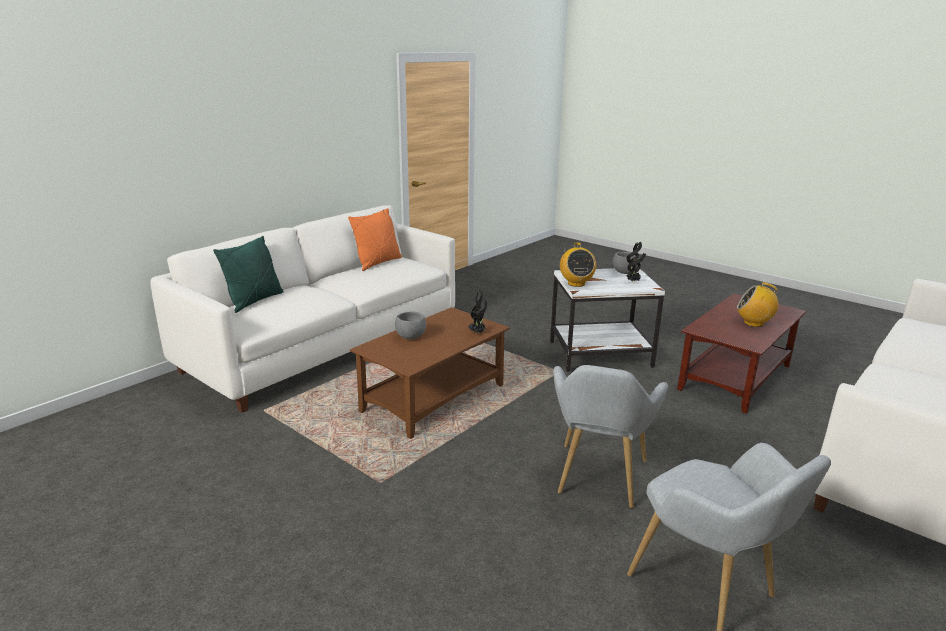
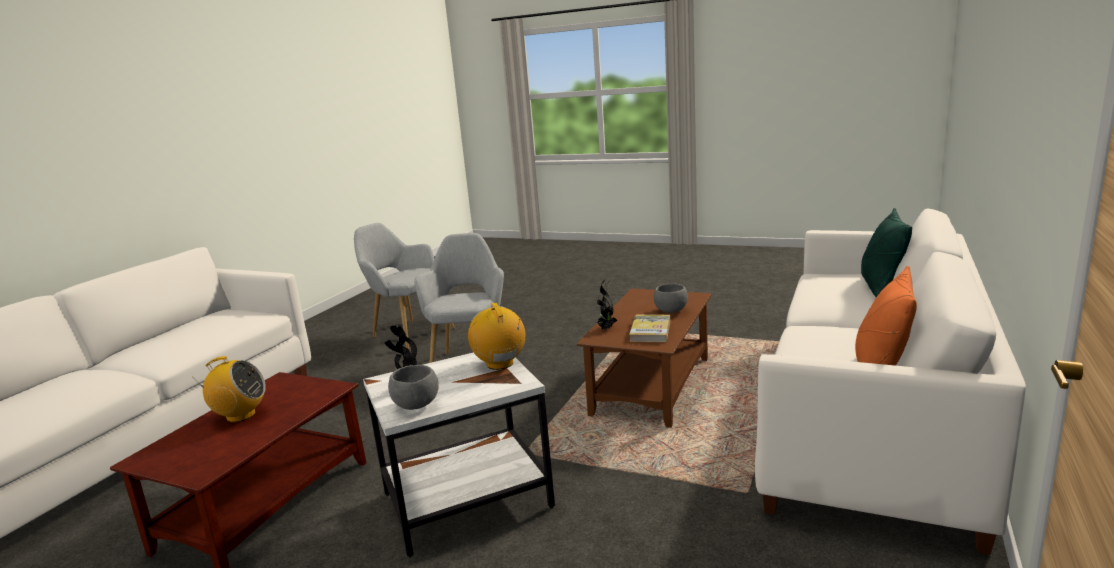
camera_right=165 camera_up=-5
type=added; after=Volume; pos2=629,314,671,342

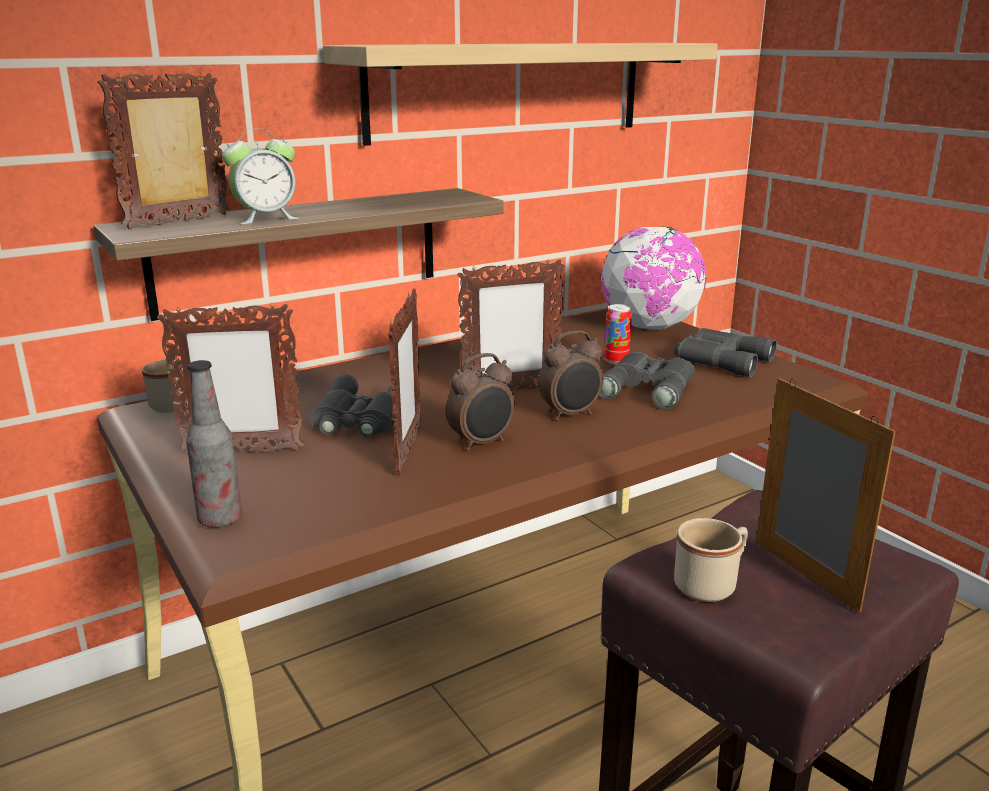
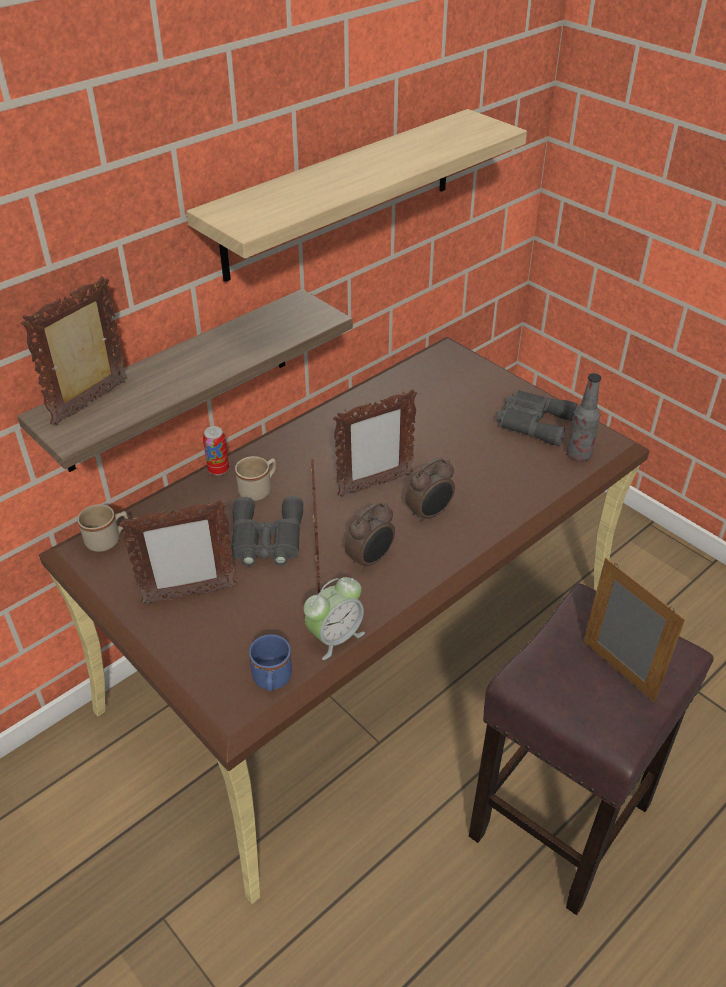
camera_right=-10 camera_up=20
type=moved; before=SealedCan; pos1=604,304,632,364; pos2=203,426,229,475
type=moved; before=BeigeCoffeeMug; pos1=674,518,748,602; pos2=235,456,276,501
type=added; after=BlueColouredCoffeeMug; pos2=249,634,292,691
type=moved; before=BedsideClock; pos1=222,128,299,224; pos2=304,577,365,660
type=moved; before=DrinkBottle; pos1=186,360,242,528; pos2=567,373,601,462
type=removed; before=GreyishPairOfBinoculars; pos1=599,352,695,410
type=removed; before=Globe; pos1=601,227,707,330

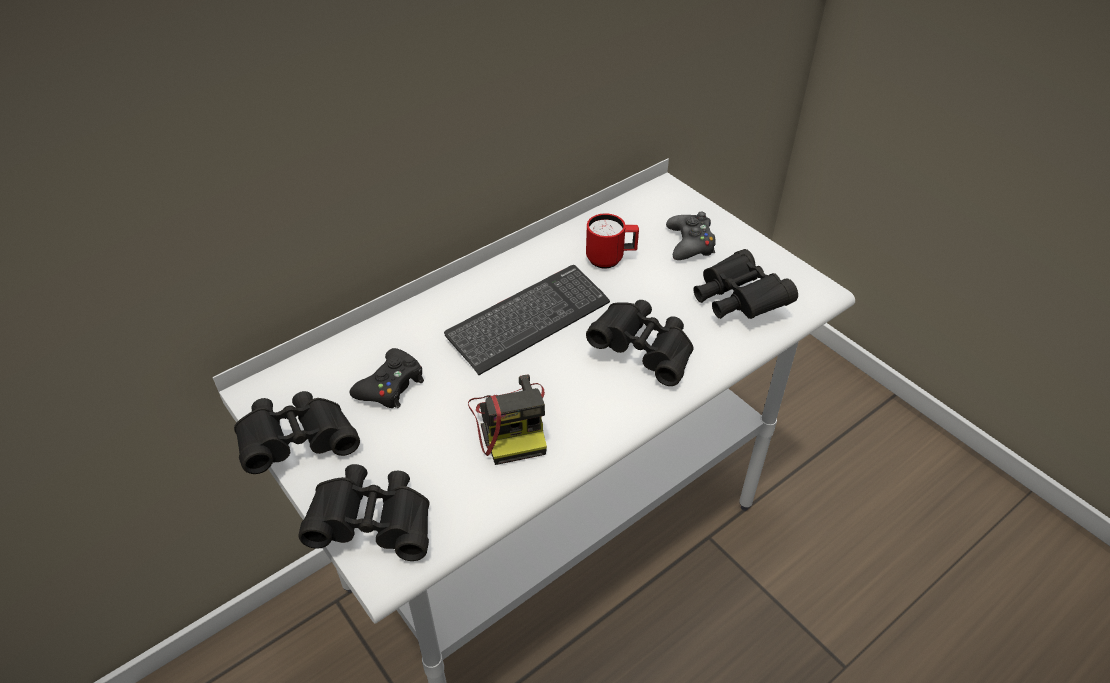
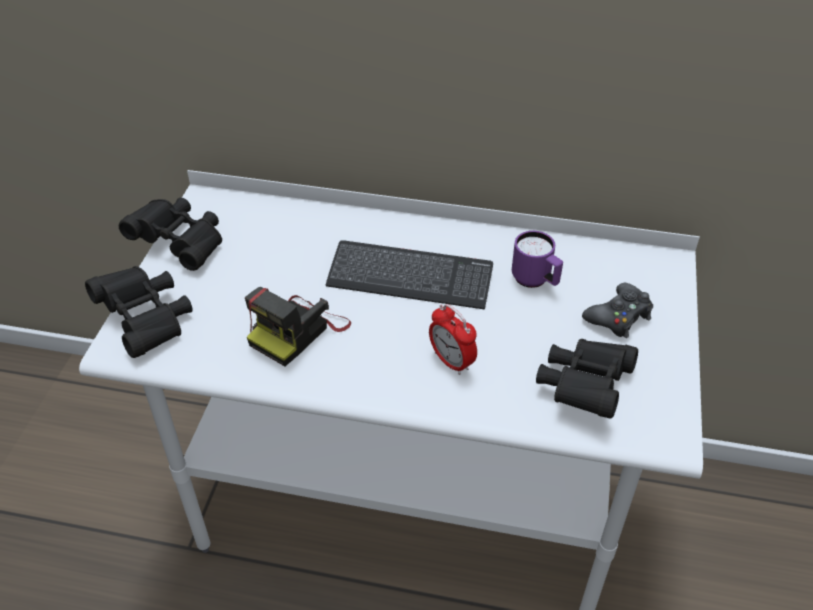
camera_right=50 camera_up=0
type=replaced; before=BlackPairOfBinoculars; after=BedsideClock; pos1=586,300,694,386; pos2=429,304,477,375
type=recoloured; before=ReddishCoffeeMug; after=PurpleCoffeeMug; pos1=586,213,639,269; pos2=512,231,563,288
type=removed; before=BlackJoypad; pos1=350,348,424,408

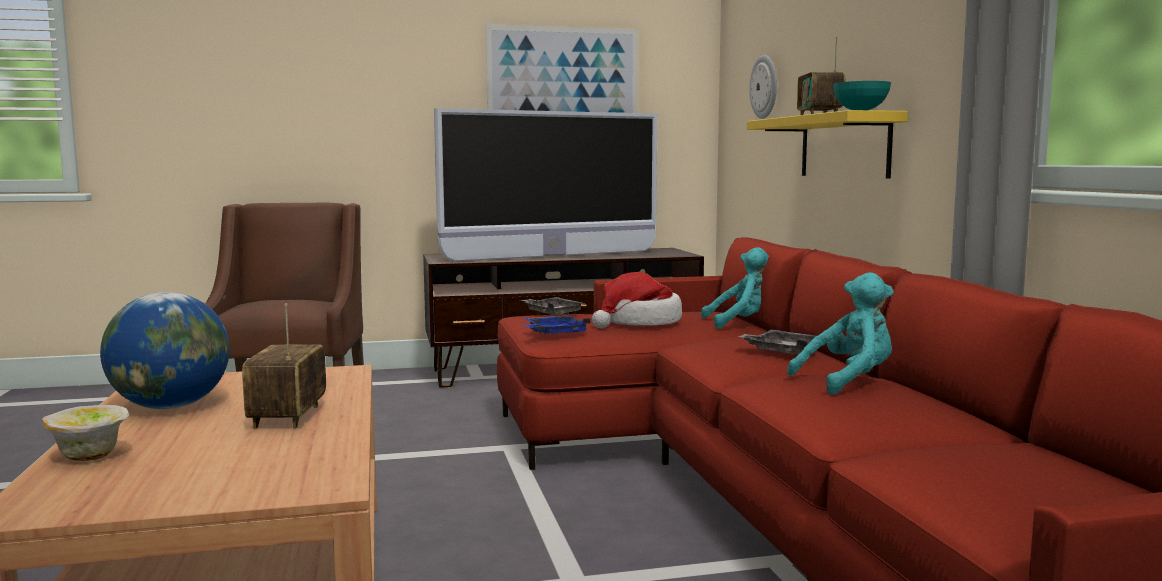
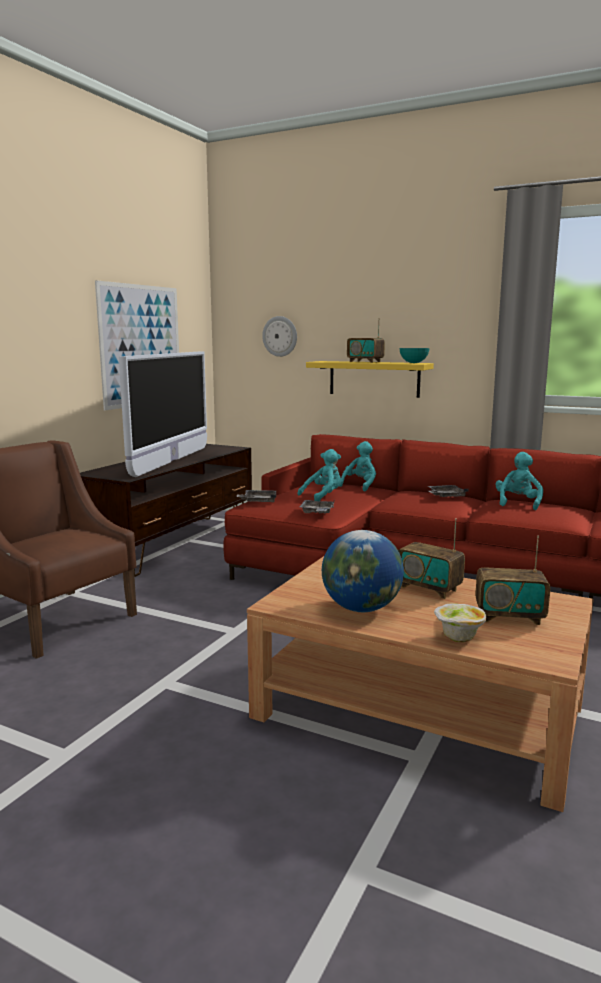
camera_right=-50 camera_up=5
type=replaced; before=ClothingHat; after=TurquoisePlushToy; pos1=592,272,682,328; pos2=298,449,341,501
type=recoloured; before=BlueColouredTray; after=GreyishTray; pos1=523,315,591,334; pos2=299,499,335,514
type=added; after=RadioSet; pos2=475,536,550,625

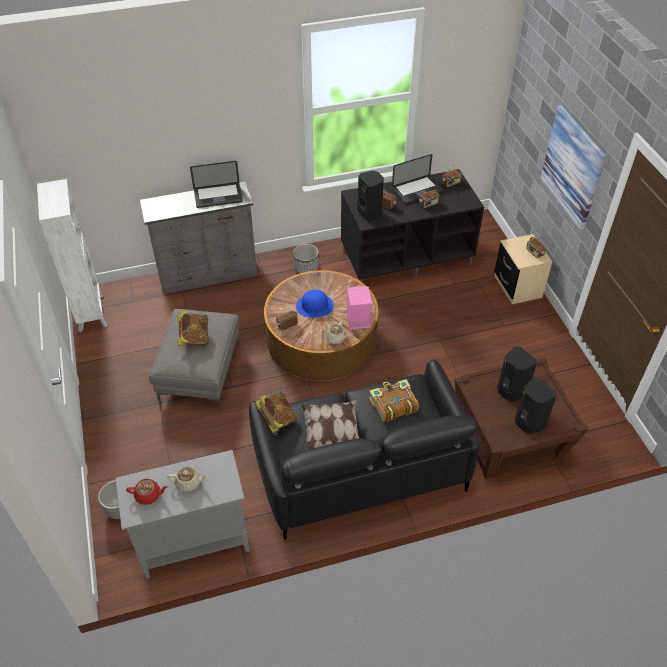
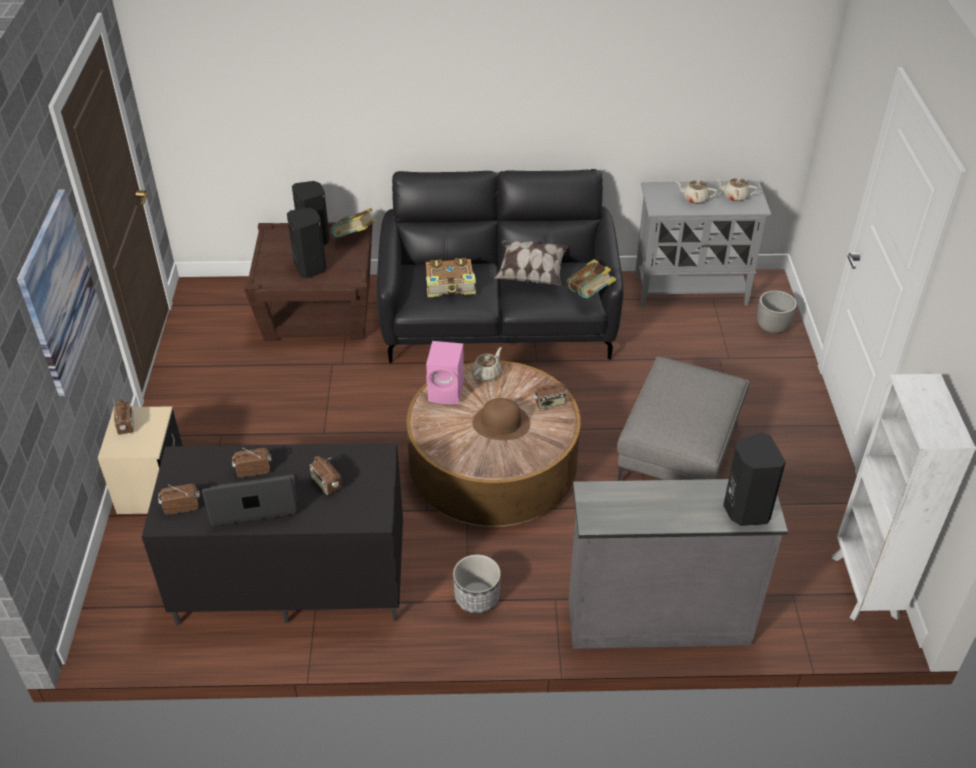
camera_right=-165 camera_up=-5
type=moved; before=Volume; pos1=178,311,209,346; pos2=331,208,376,238
type=recoloured; before=BlueColouredClothingHat; after=BrownColouredClothingHat; pos1=296,290,334,318; pos2=472,398,530,440
type=recoloured; before=ReddishPotForTea; after=BeigePotForTea; pos1=126,479,168,505; pos2=716,178,758,202
type=moved; before=BlackSpeaker; pos1=357,171,384,221; pos2=723,433,786,526
type=removed; before=PortableComputer; pos1=190,161,243,208

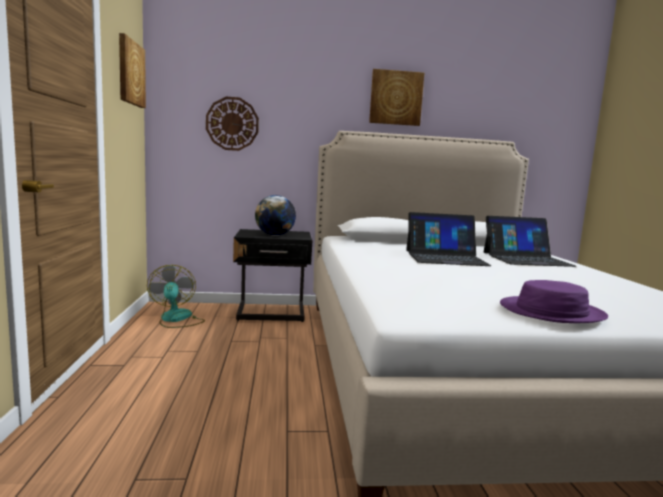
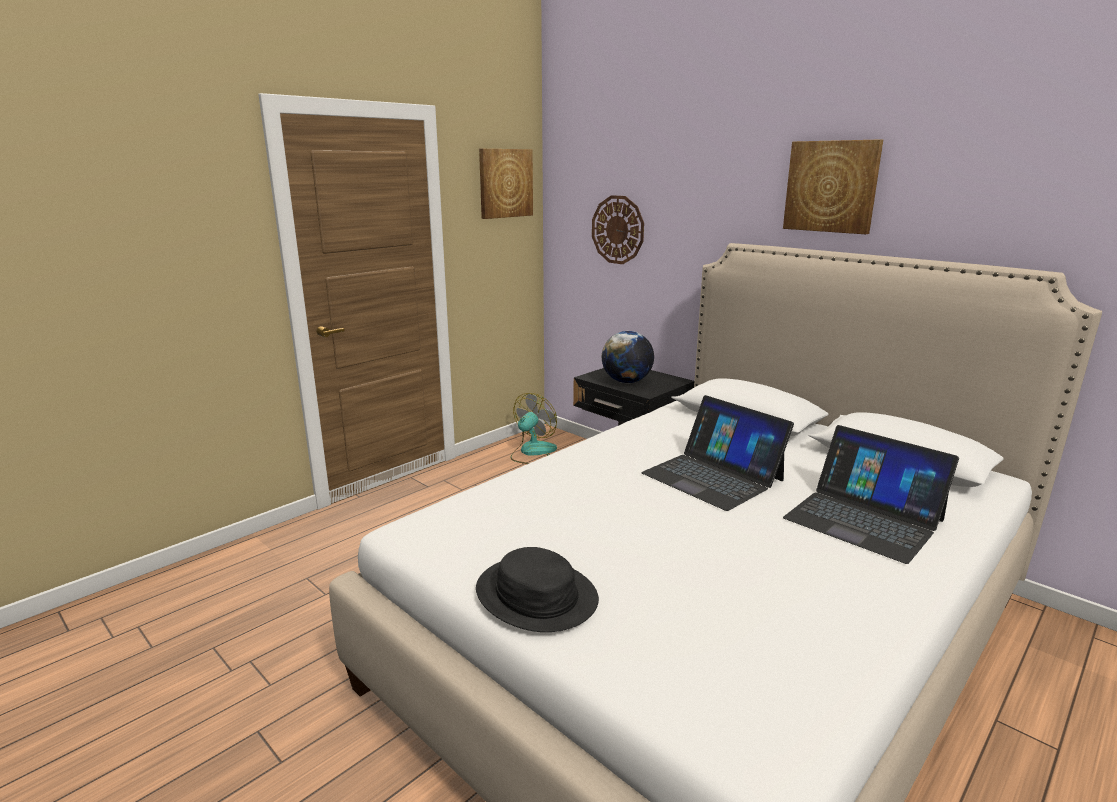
camera_right=50 camera_up=10
type=recoloured; before=PurpleClothingHat; after=BlackClothingHat; pos1=500,280,608,323; pos2=476,547,599,632

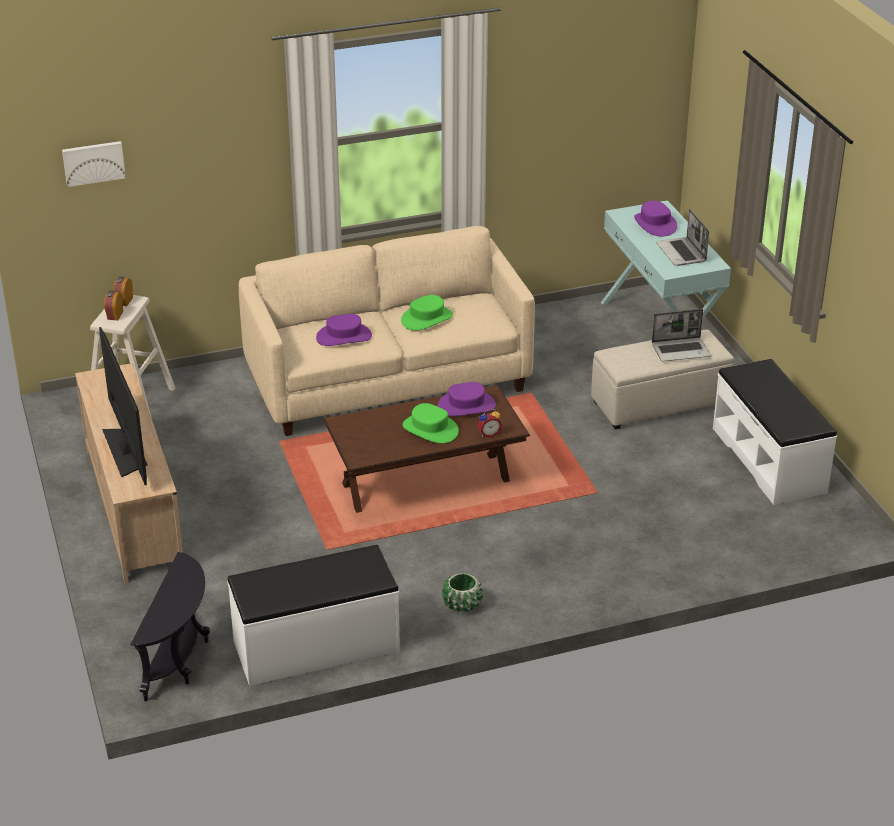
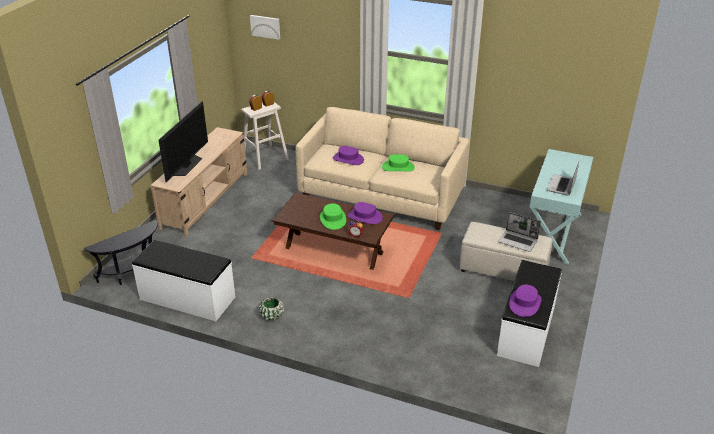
camera_right=40 camera_up=0
type=moved; before=PurpleClothingHat; pos1=634,201,677,237; pos2=509,284,542,317

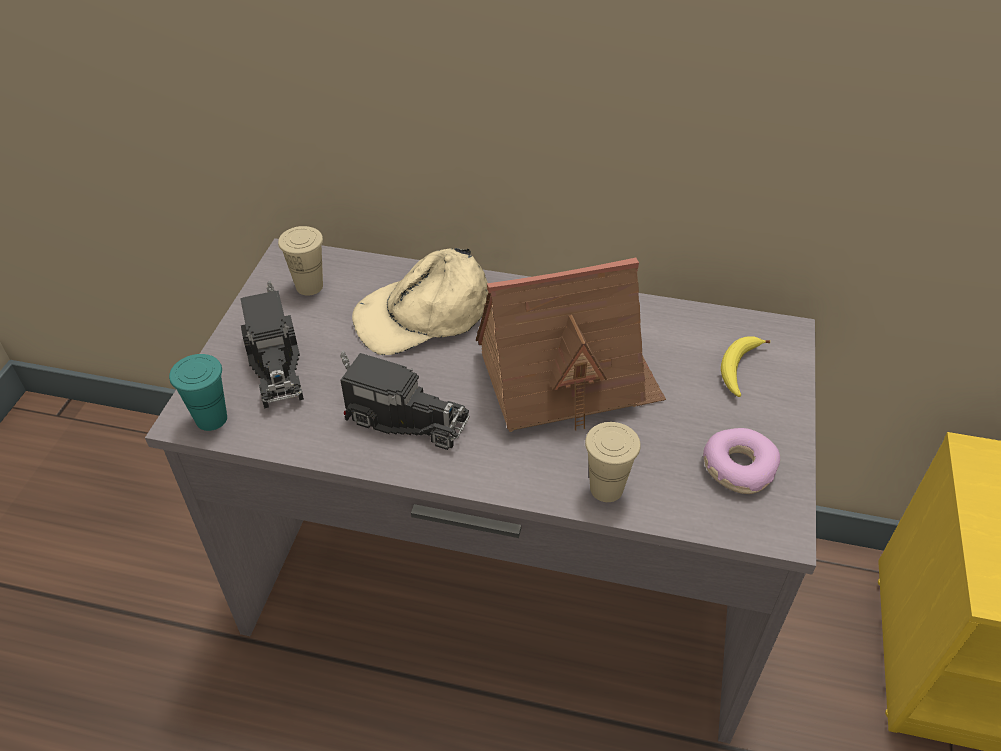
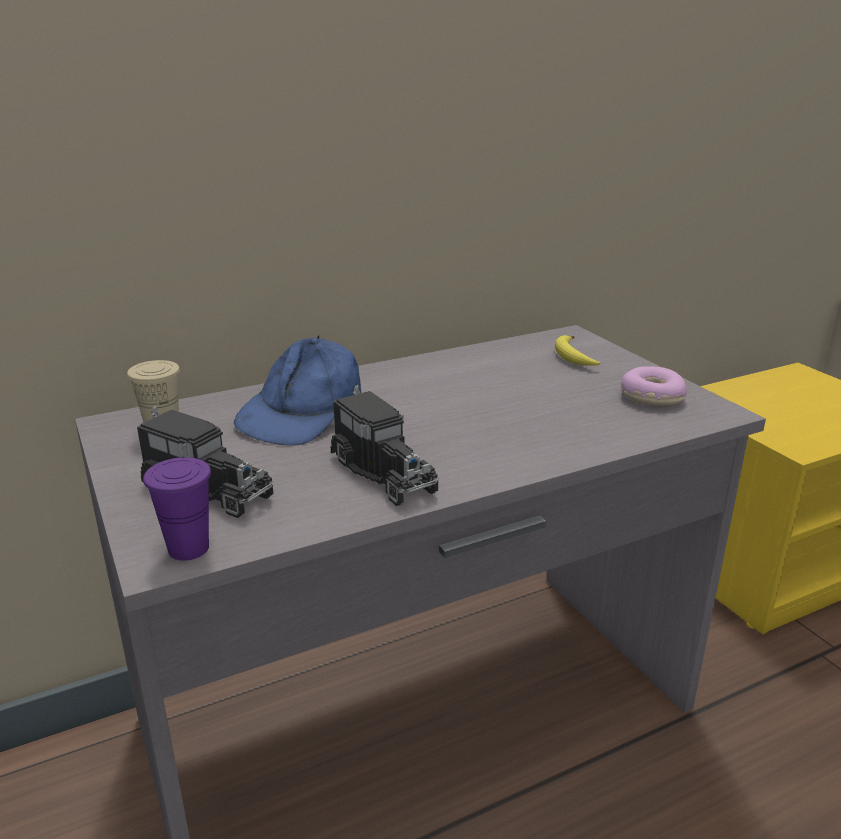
camera_right=-40 camera_up=-20
type=recoloured; before=TurquoiseCup; after=PurpleCup; pos1=169,354,227,431; pos2=143,457,211,561
type=recoloured; before=BeigeCap; after=BlueColouredCap; pos1=352,248,488,355; pos2=234,335,361,446
type=turned; before=ToyLorry; pos1=340,350,470,450; pos2=331,385,439,506; turn=75
type=removed; before=ToyHouse; pos1=476,258,666,432
type=removed; before=BeigeCup; pos1=585,422,641,502

